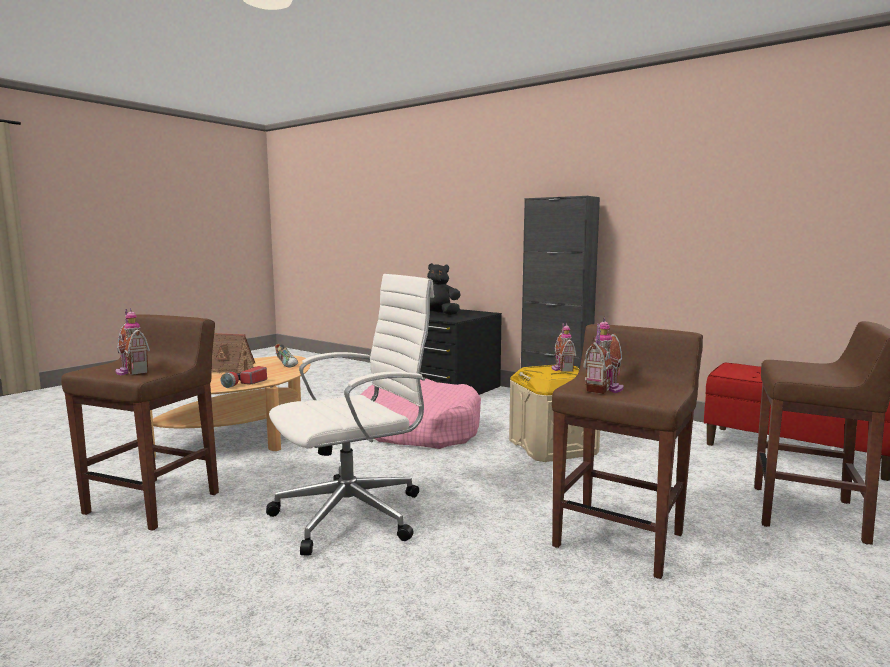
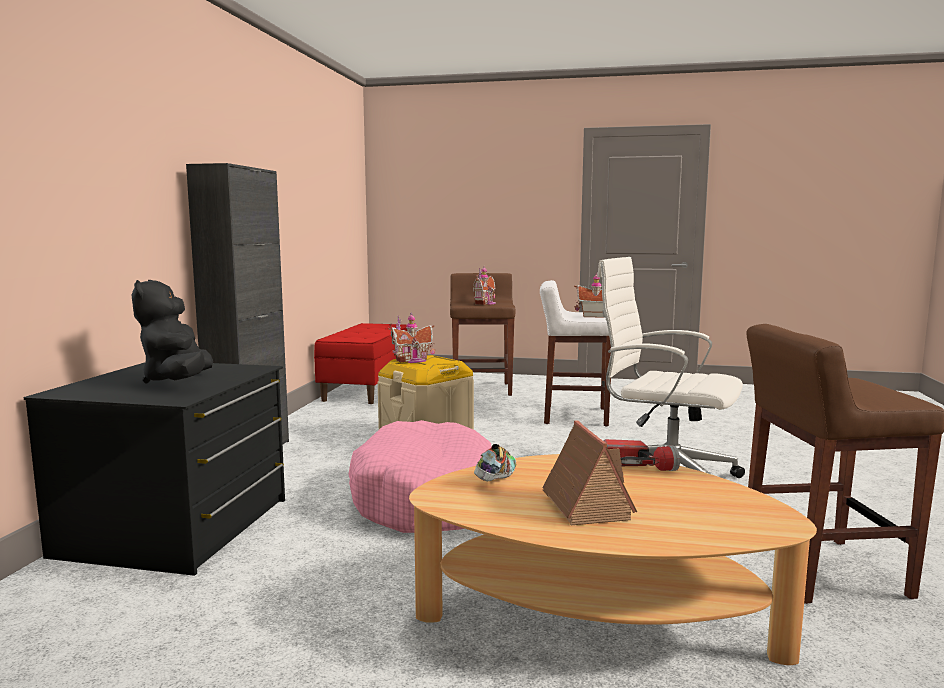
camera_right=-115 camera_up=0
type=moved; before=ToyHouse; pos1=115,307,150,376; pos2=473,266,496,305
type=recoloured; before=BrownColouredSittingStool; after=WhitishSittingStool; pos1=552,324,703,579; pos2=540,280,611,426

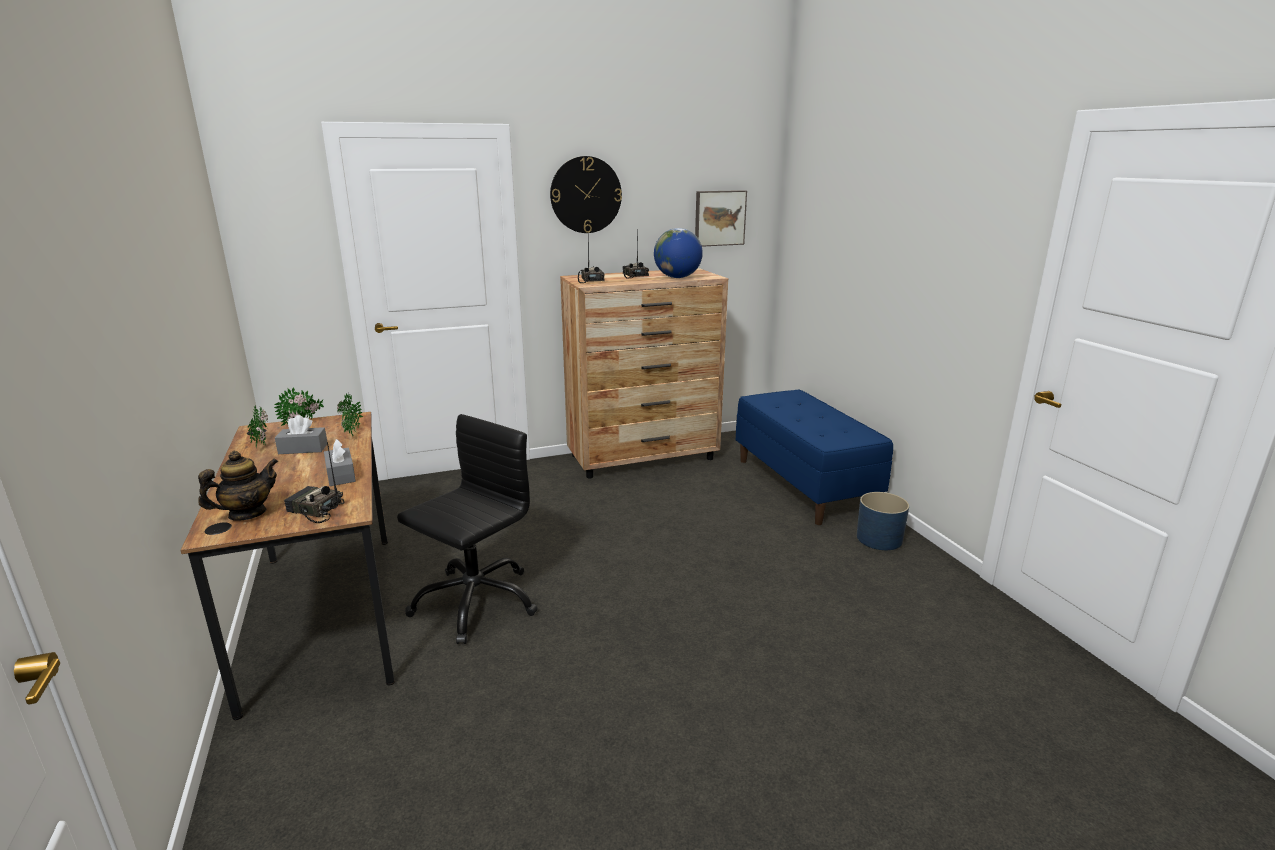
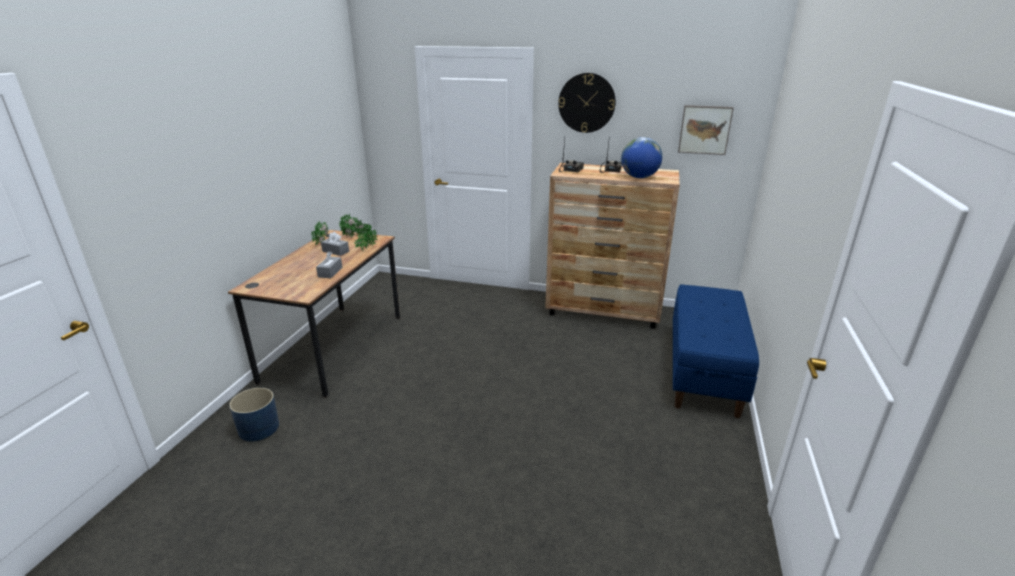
camera_right=35 camera_up=5
type=moved; before=BlueColouredFlowerPot; pos1=857,492,909,550; pos2=229,388,279,442
type=removed; before=PotForTea; pos1=198,450,278,521
type=removed; before=RadioSet; pos1=284,442,344,523
type=removed; before=BlackDeskChair; pos1=397,414,538,644

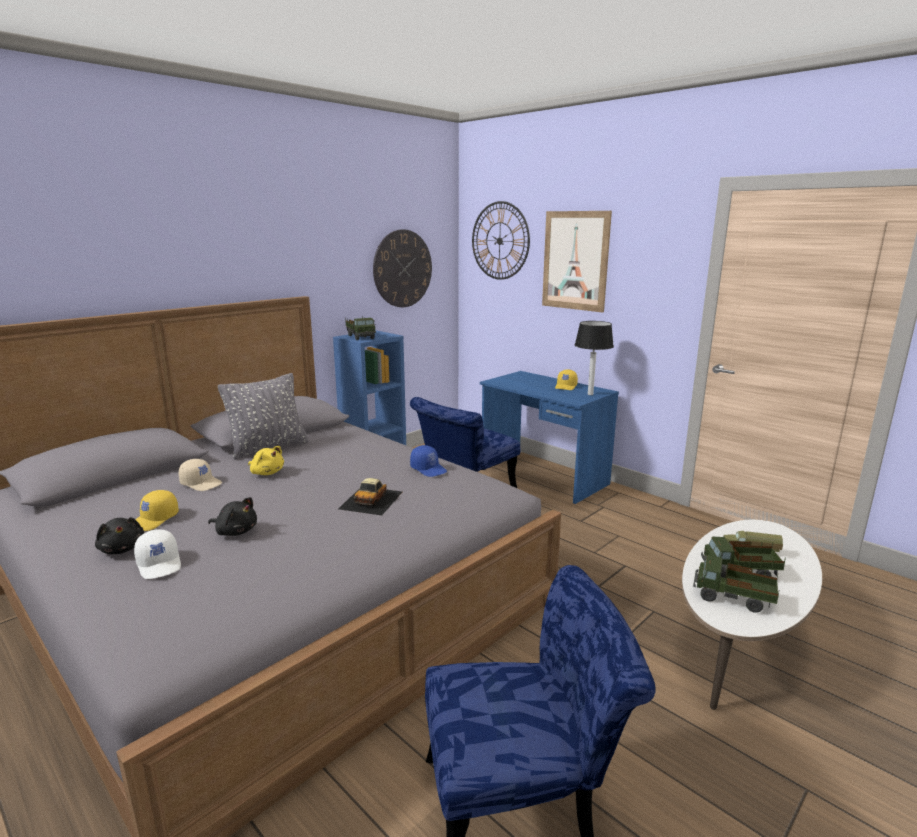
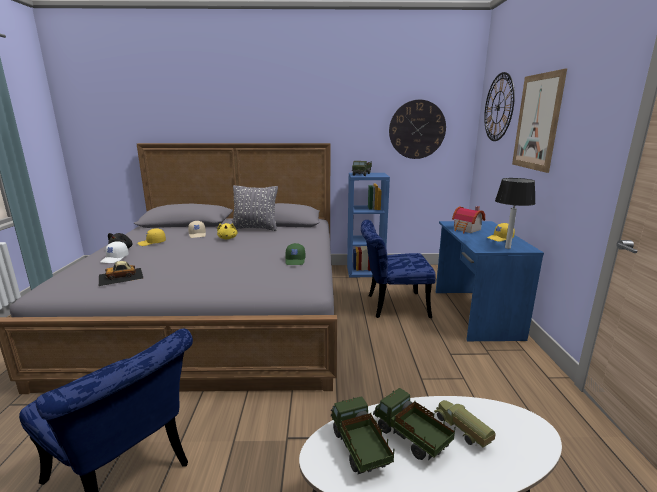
camera_right=45 camera_up=0
type=moved; before=MiniatureCar; pos1=338,478,402,515; pos2=99,261,144,286
type=recoloured; before=BlueColouredCap; after=GreenishCap; pos1=410,445,447,477; pos2=285,243,305,265
type=added; after=ToyHouse; pos2=452,206,485,233
type=removed; before=BlackPlushToy; pos1=208,497,257,536

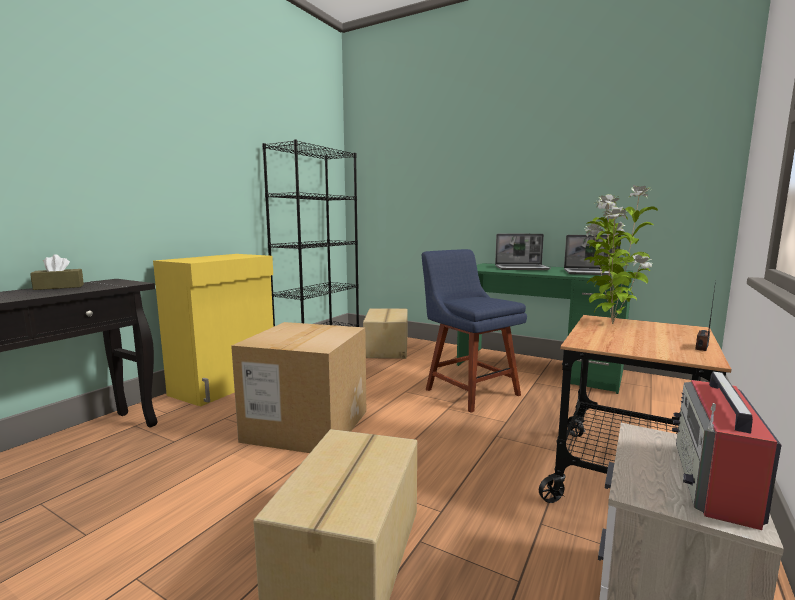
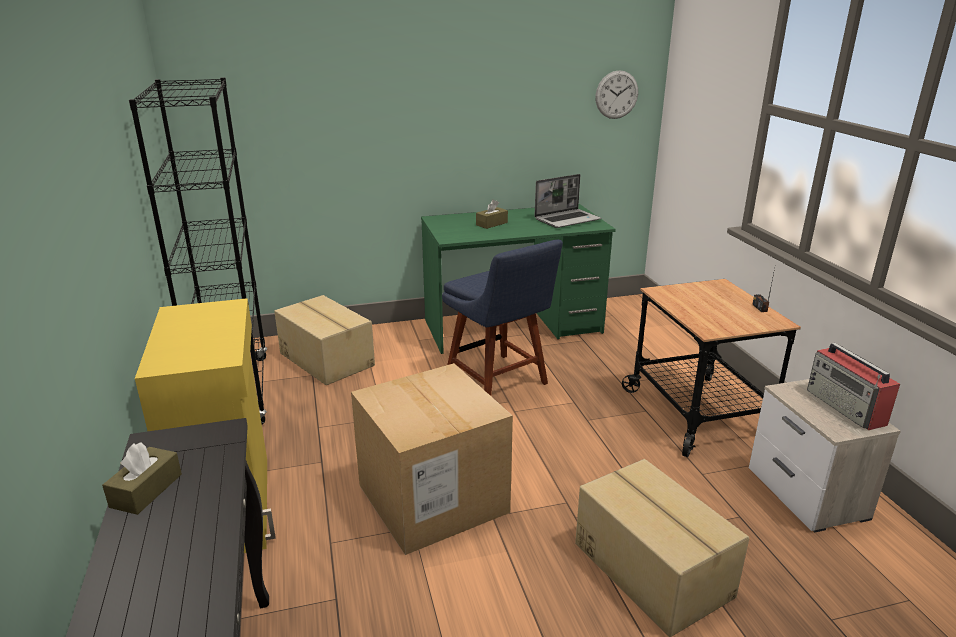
camera_right=-45 camera_up=15
type=turned; before=BlueColouredUprightChair; pos1=422,249,527,413; pos2=442,240,563,396; turn=-135
type=replaced; before=PortableComputer; after=BrownColouredTissueHolder; pos1=495,234,551,270; pos2=476,200,508,229
type=added; after=ClockOnTheWall; pos2=595,70,638,119
type=removed; before=PlantInAPot; pos1=582,185,658,324

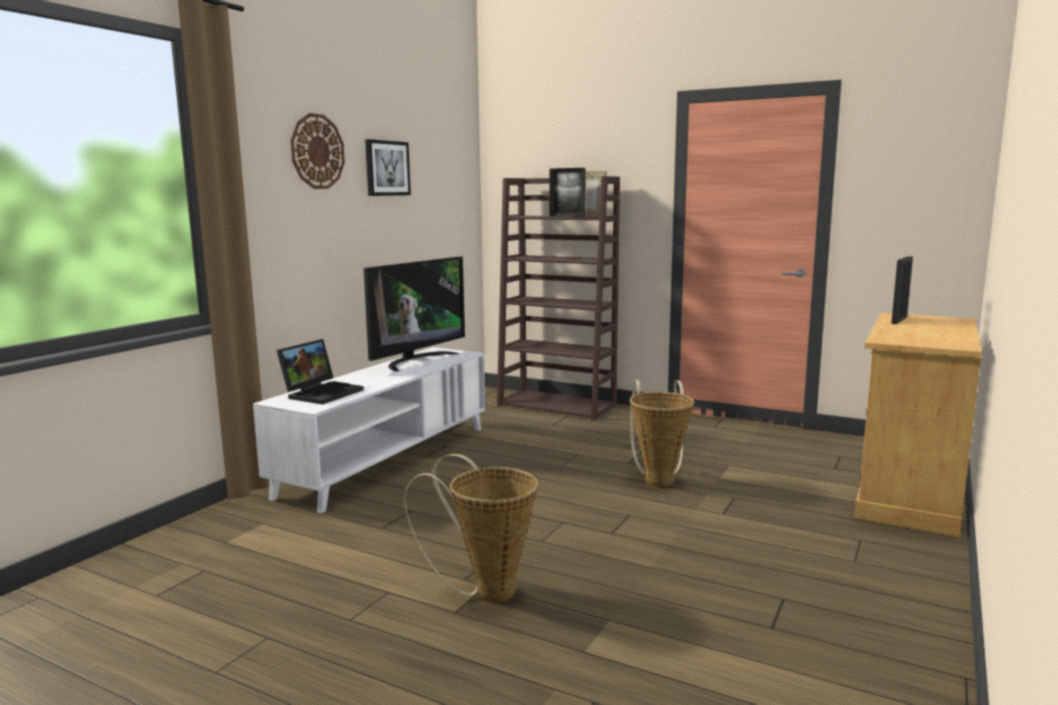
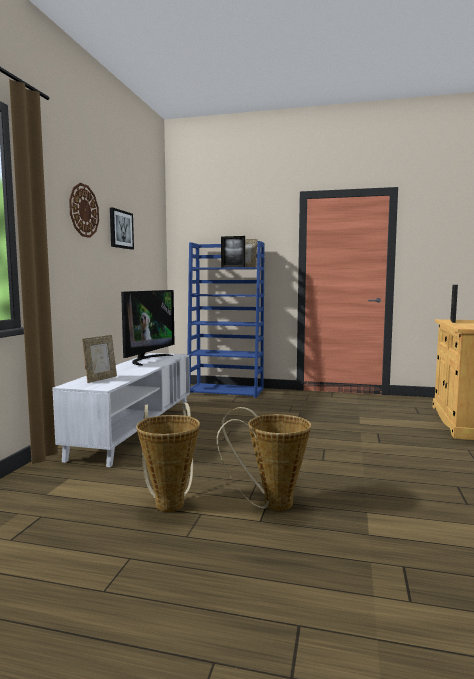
camera_right=-15 camera_up=-5
type=replaced; before=PortableComputer; after=PhotoFrame; pos1=276,339,364,405; pos2=82,335,117,383
type=moved; before=HouseholdBasket; pos1=630,380,694,487; pos2=136,403,200,512
type=recoloured; before=BrownColouredShelvingUnit; after=BlueColouredShelvingUnit; pos1=497,176,620,420; pos2=187,241,265,398

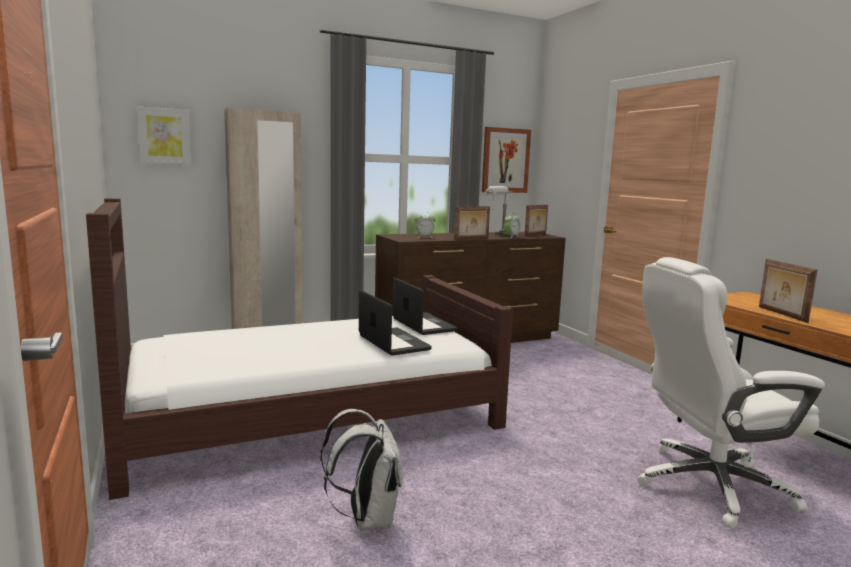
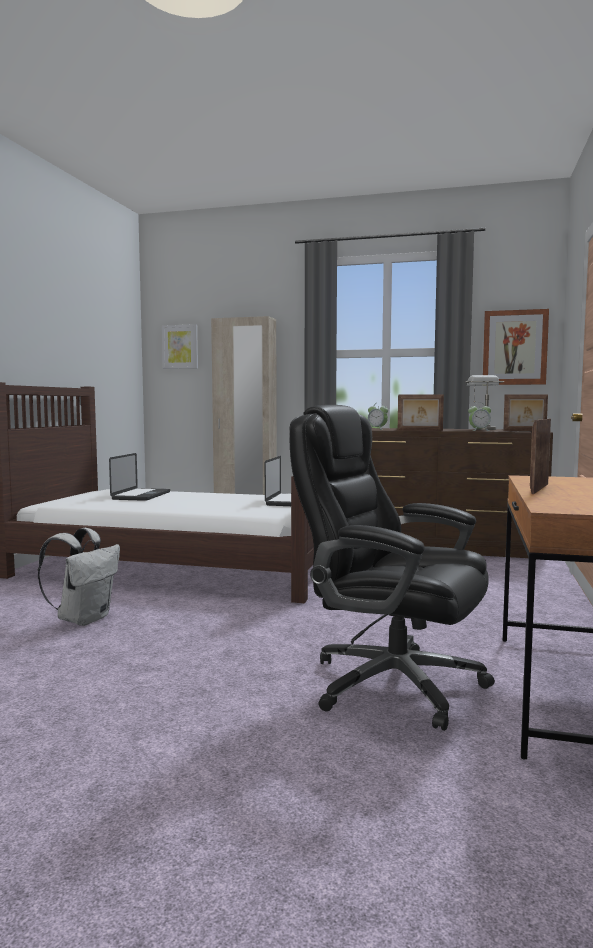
camera_right=40 camera_up=-5
type=moved; before=PortableComputer; pos1=359,290,432,356; pos2=109,453,170,501
type=recoloured; before=WhitishDeskChair; after=BlackDeskChair; pos1=637,257,825,529; pos2=289,405,495,731

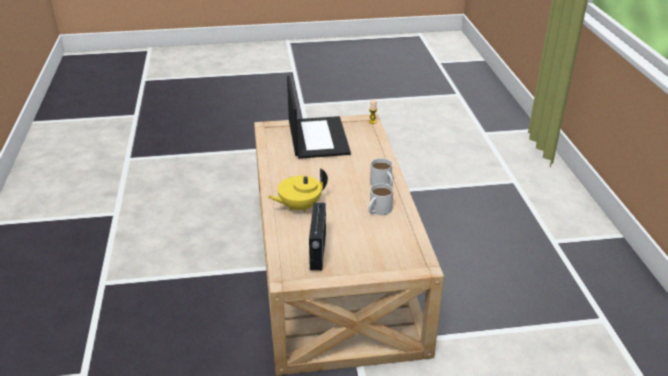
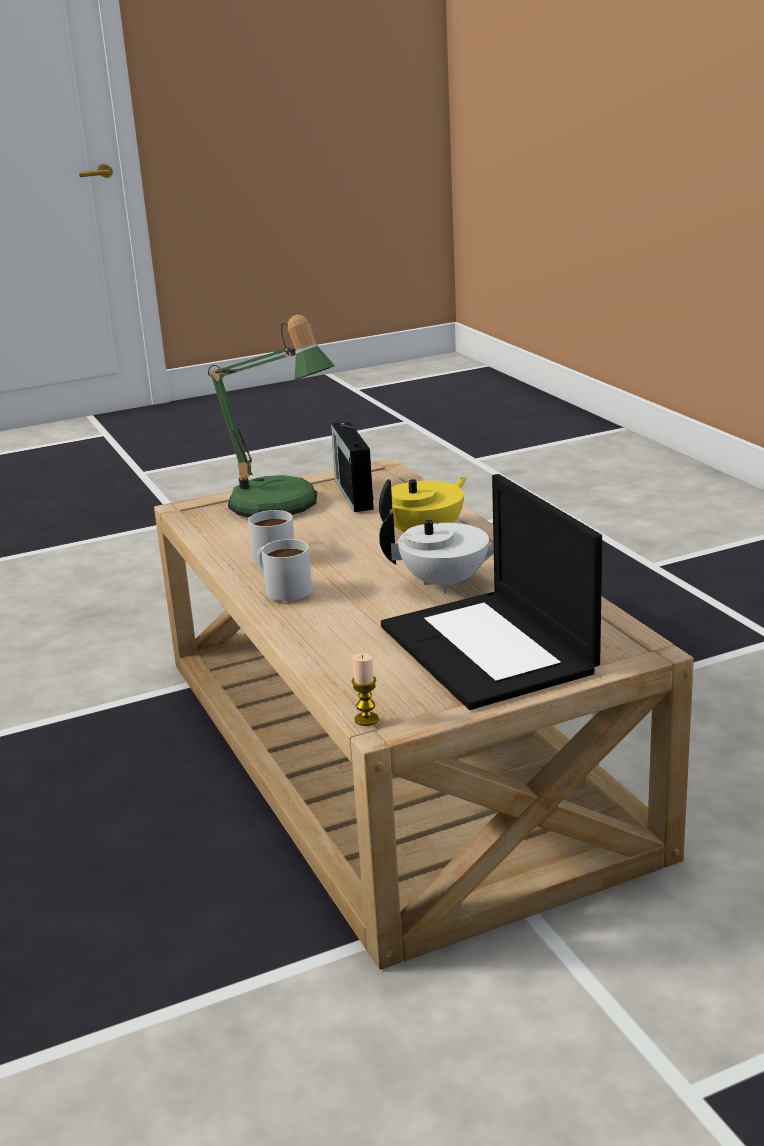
camera_right=165 camera_up=-10
type=added; after=TabletopLamp; pos2=208,315,335,517
type=added; after=WhitishPotForTea; pos2=379,512,494,594

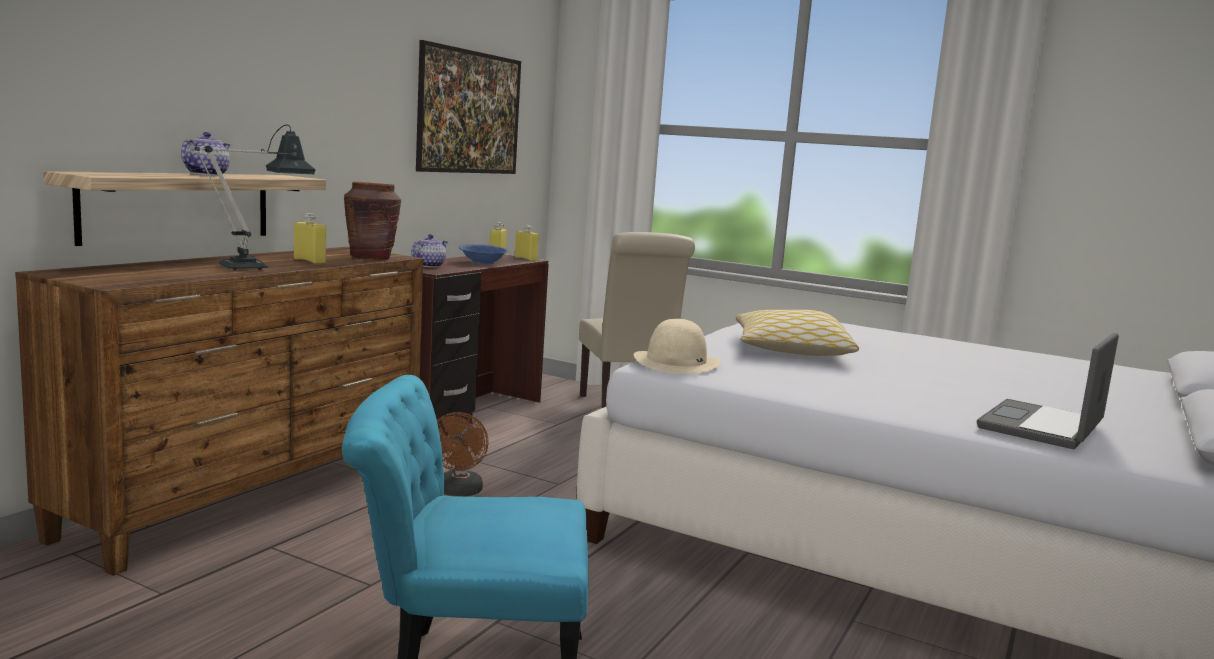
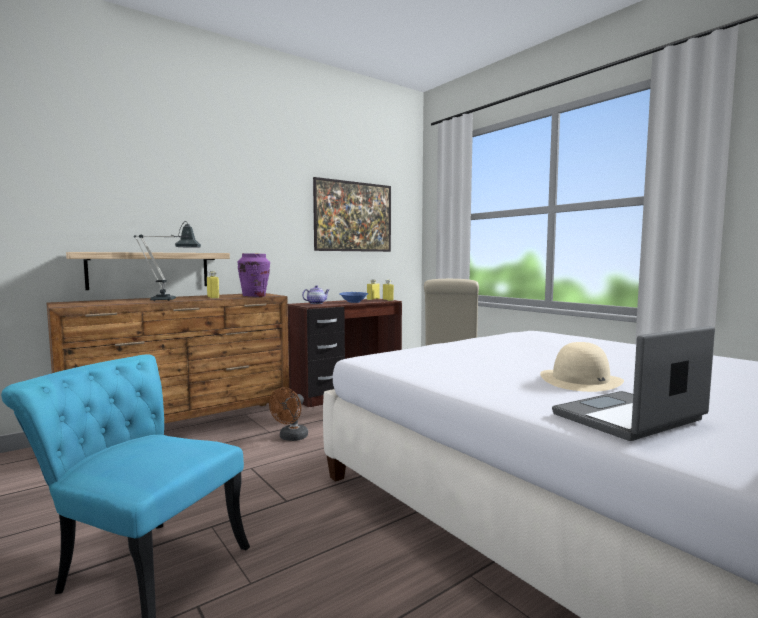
camera_right=25 camera_up=-5
type=recoloured; before=BrownColouredFlowerVase; after=PurpleFlowerVase; pos1=344,182,401,260; pos2=238,253,270,297
type=moved; before=BeigeClothingHat; pos1=634,319,720,374; pos2=540,342,624,392
type=removed; before=PotForTea; pos1=181,132,231,176
type=removed; before=Cushion; pos1=736,310,859,356

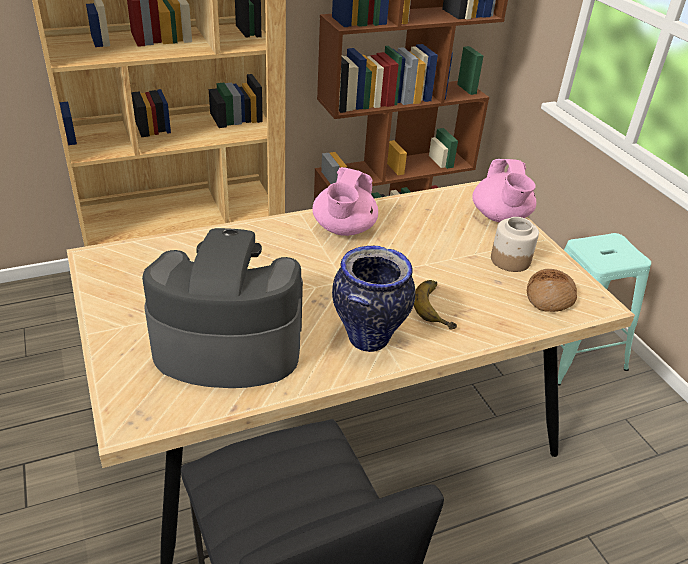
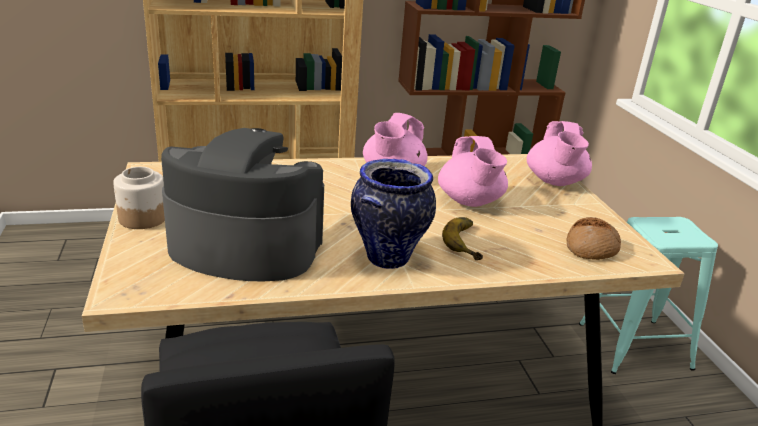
camera_right=10 camera_up=-10
type=moved; before=PreserveJar; pos1=491,217,539,272; pos2=113,167,165,229
type=added; after=PinkPotForTea; pos2=438,136,508,207

